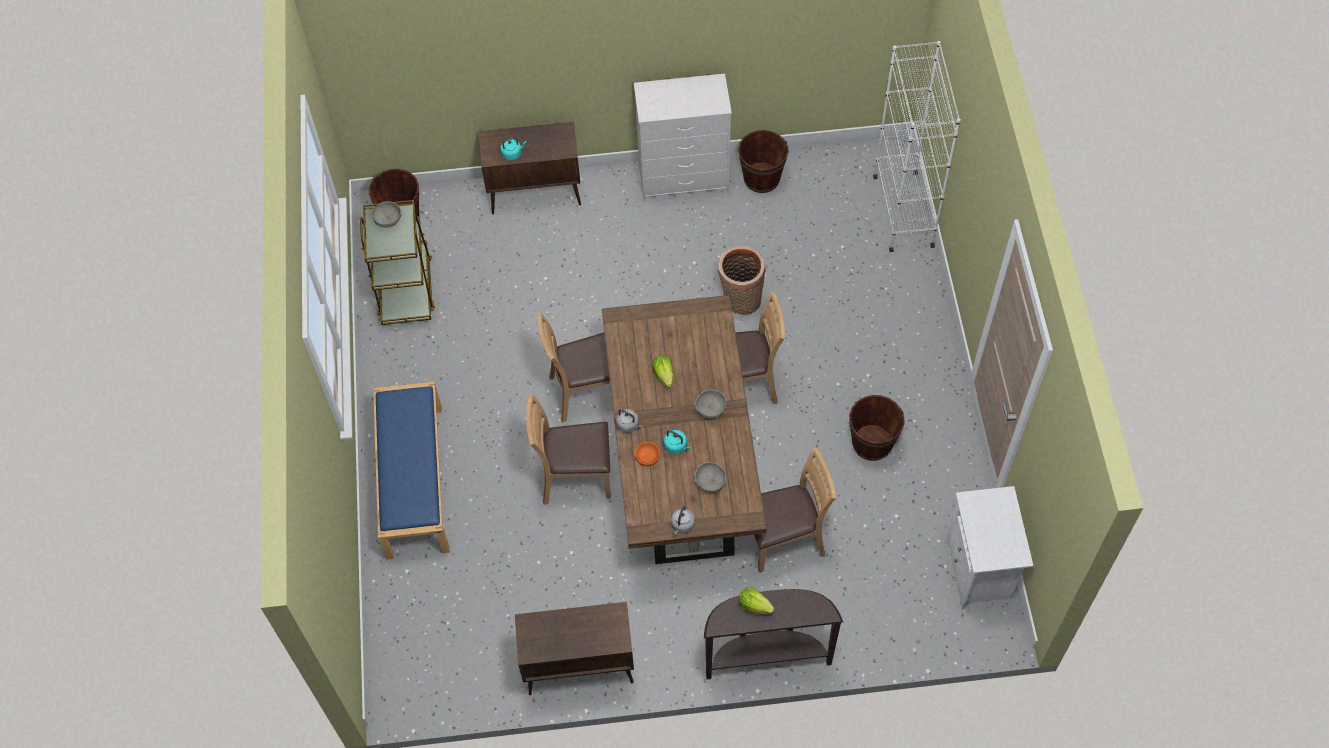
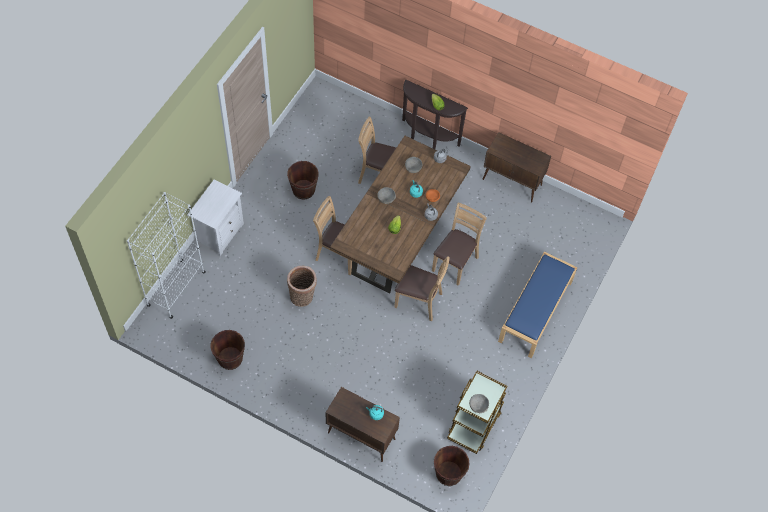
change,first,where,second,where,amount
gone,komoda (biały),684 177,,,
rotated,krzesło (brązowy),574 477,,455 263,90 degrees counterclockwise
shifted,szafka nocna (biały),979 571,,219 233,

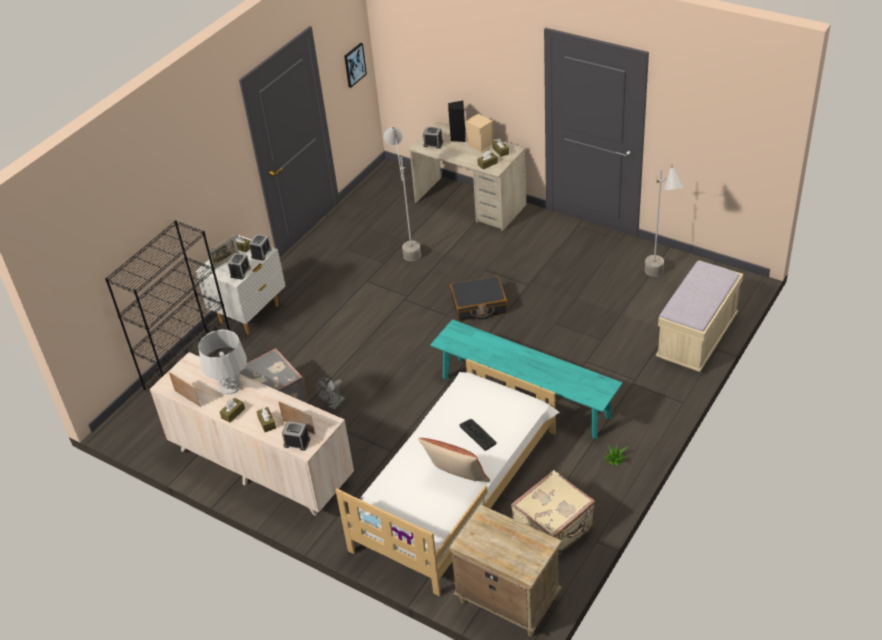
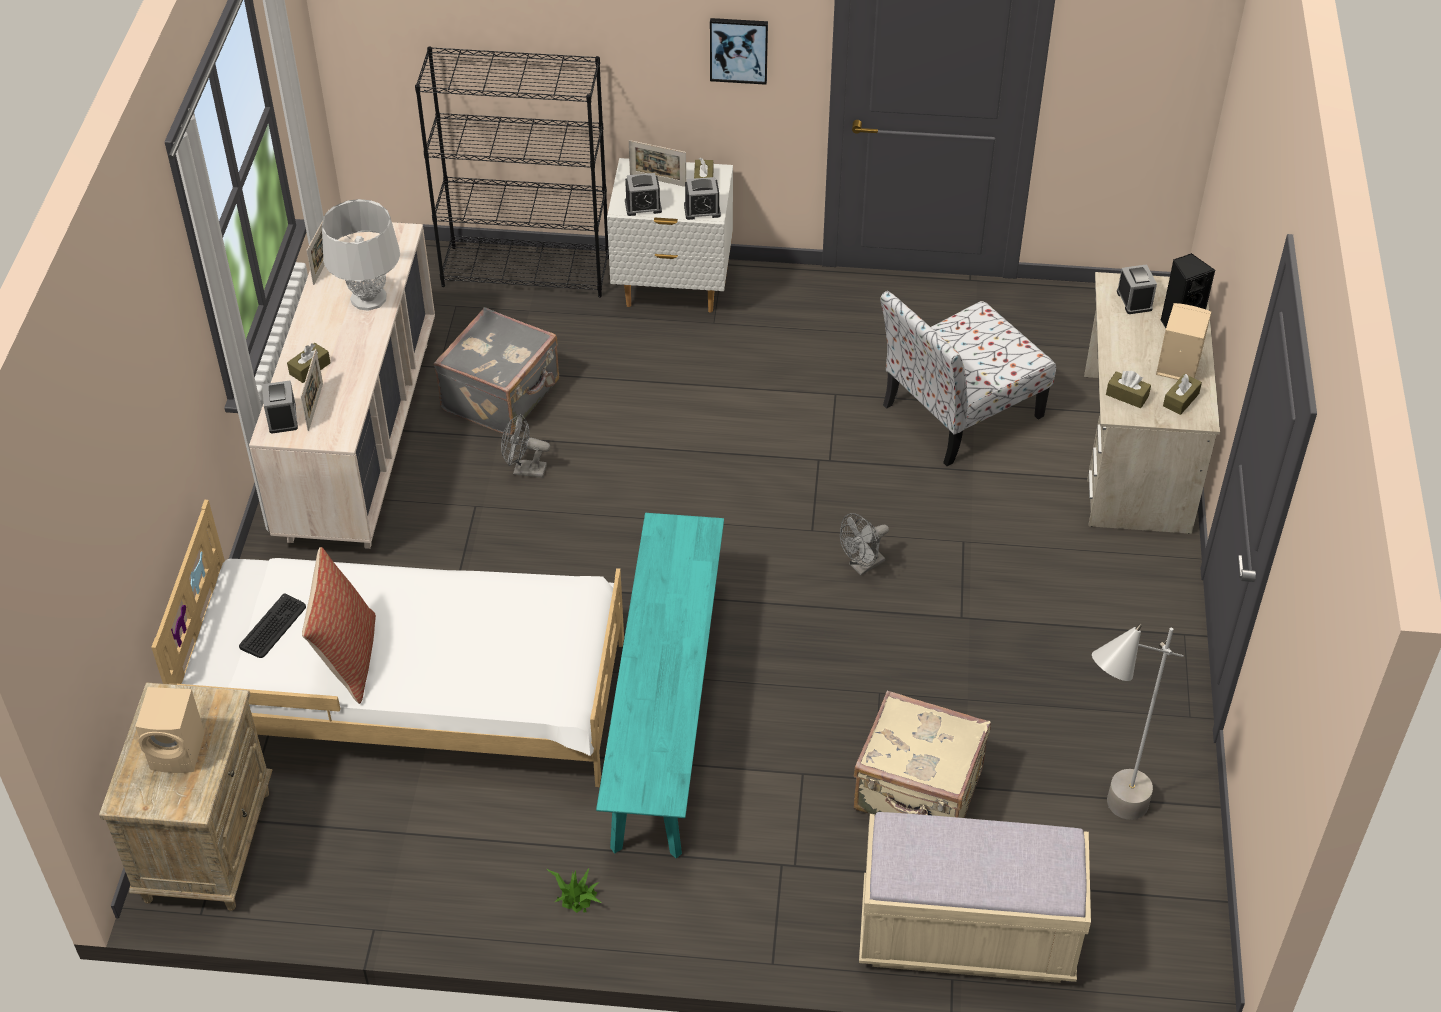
change,first,where,second,where,amount
shifted,obraz,354 65,,738 50,
swapped,lampa stojąca (szary),408 246,krzesło,959 412,
swapped,walizka (czarny),479 305,wentylator (szary),862 566,
gone,pudełko chusteczek (brązowy),233 413,,,
shifted,klawiatura,478 434,,273 627,
shifted,walizka (beżowy),554 530,,918 792,
new,,,głośnik (beżowy),179 752,

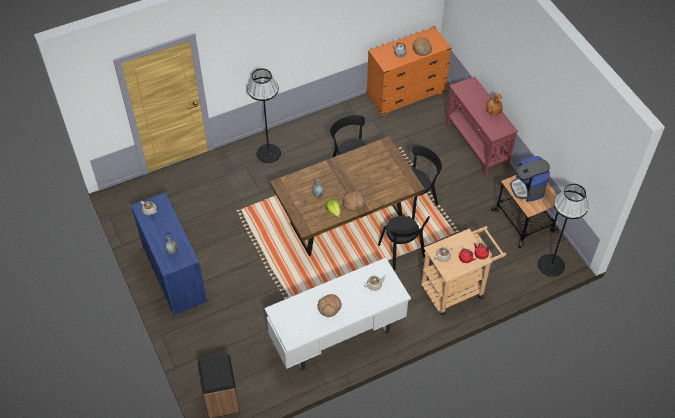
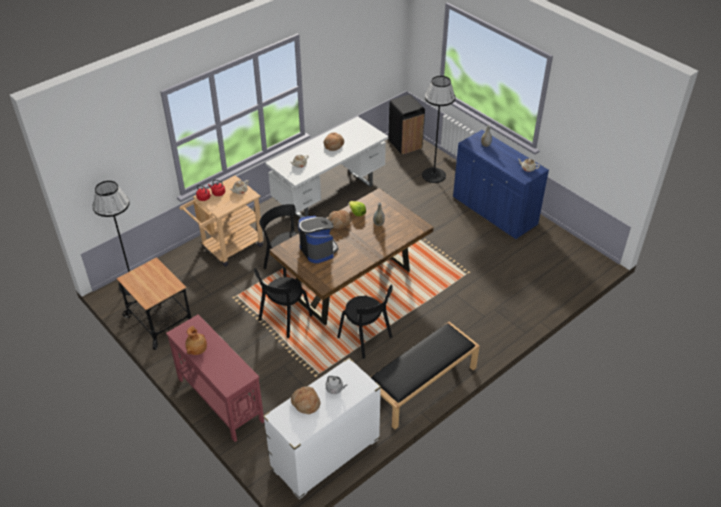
change,first,where,second,where,amount
repainted,komoda (pomarańczowy),406 94,komoda (biały),325 455,
shifted,lampa stojąca (czarny),268 153,,433 175,
shifted,ekspres do kawy,527 188,,318 250,
new,,,ławka (czarny),421 385,

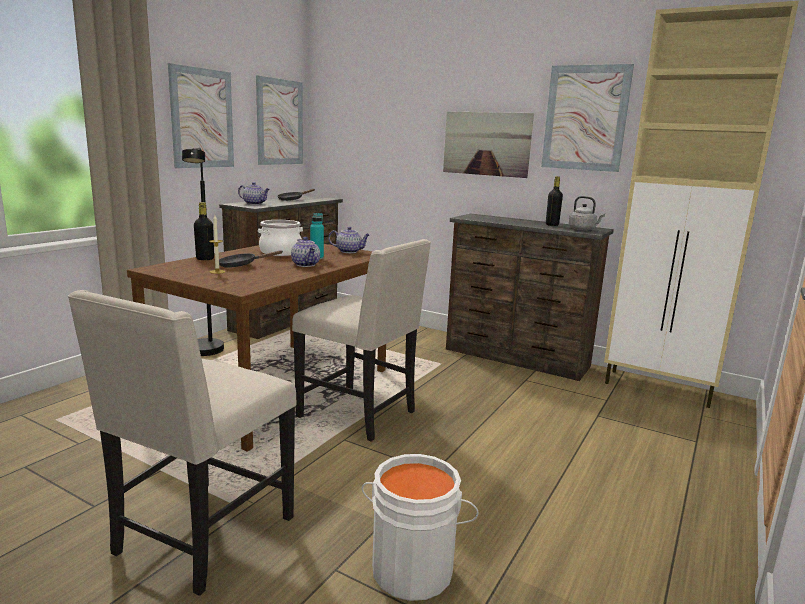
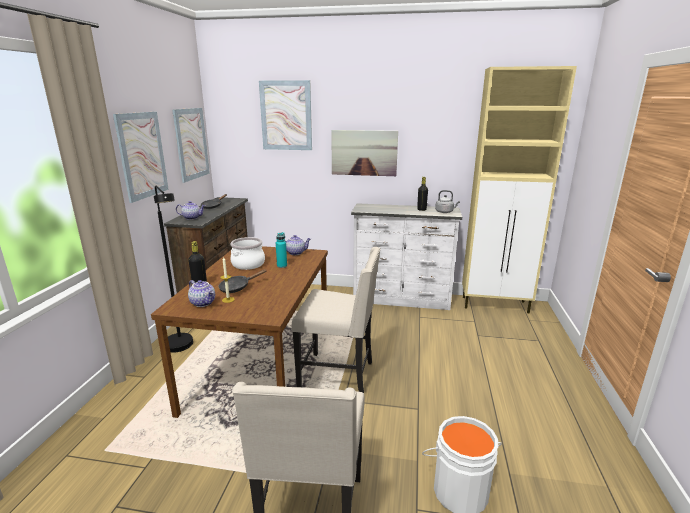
change,first,where,second,where,amount
shifted,obraz,585 118,,286 116,
repainted,komoda (brązowy),516 358,komoda (biały),402 300,
shifted,imbryk,306 265,,203 303,

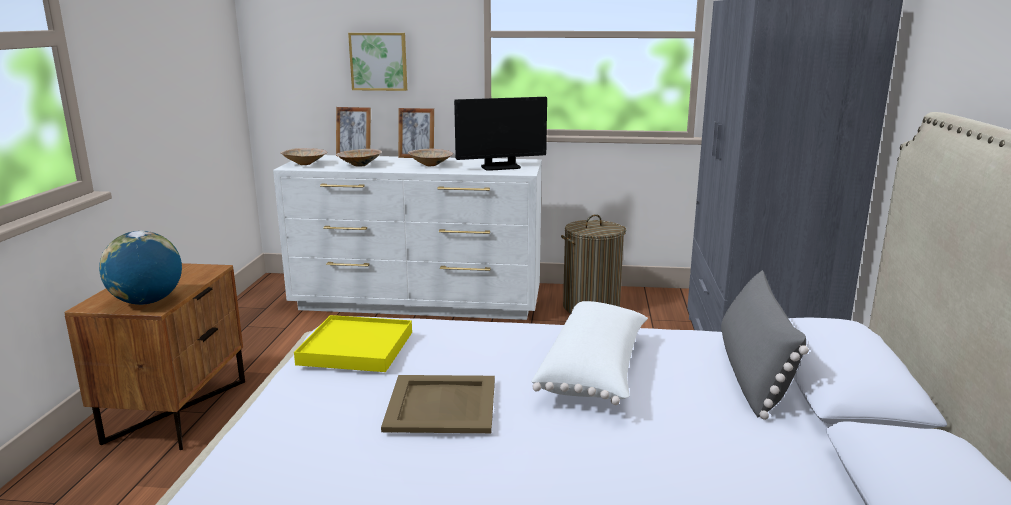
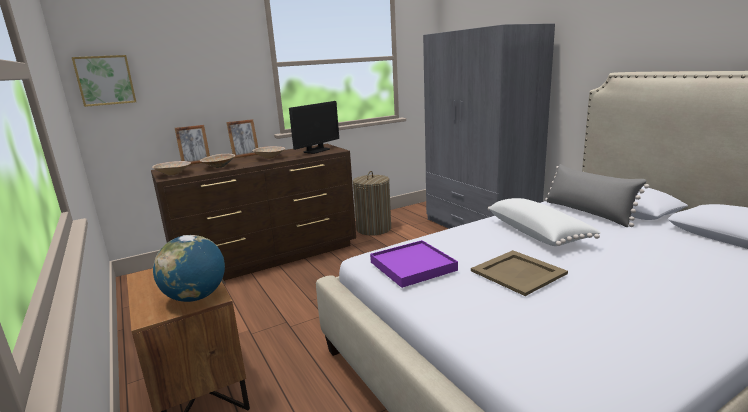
change,first,where,second,where,amount
shifted,obraz,379 61,,105 80,
repainted,komoda (biały),418 302,komoda (brązowy),269 258,
repainted,taca (żółty),356 348,taca (fioletowy),413 266,

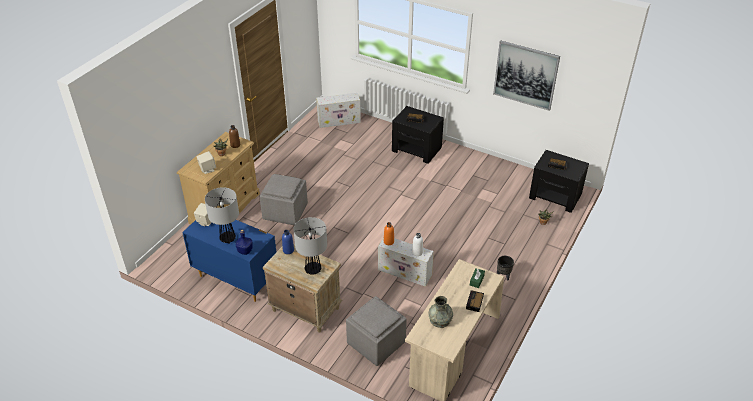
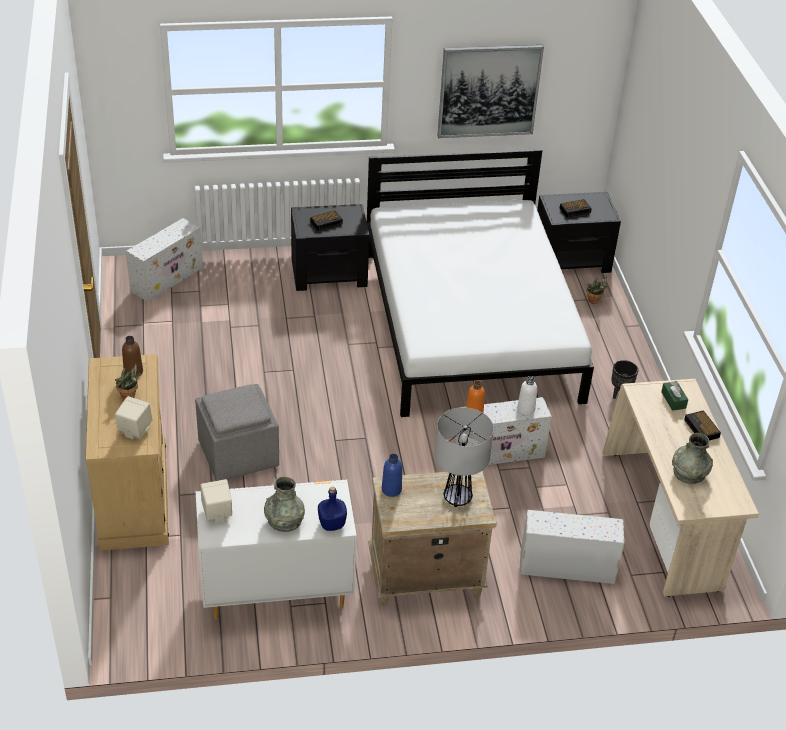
change,first,where,second,where,amount
swapped,lampa stołowa,228 239,wazon (szary),284 520,
repainted,komoda (niebieski),236 278,komoda (biały),275 591,
swapped,pufa (szary),375 343,pojemnik do przechowywania (biały),565 567,
new,,,łóżko (biały),470 325,

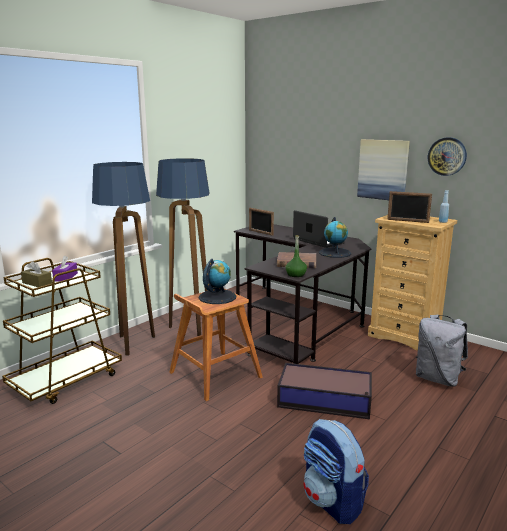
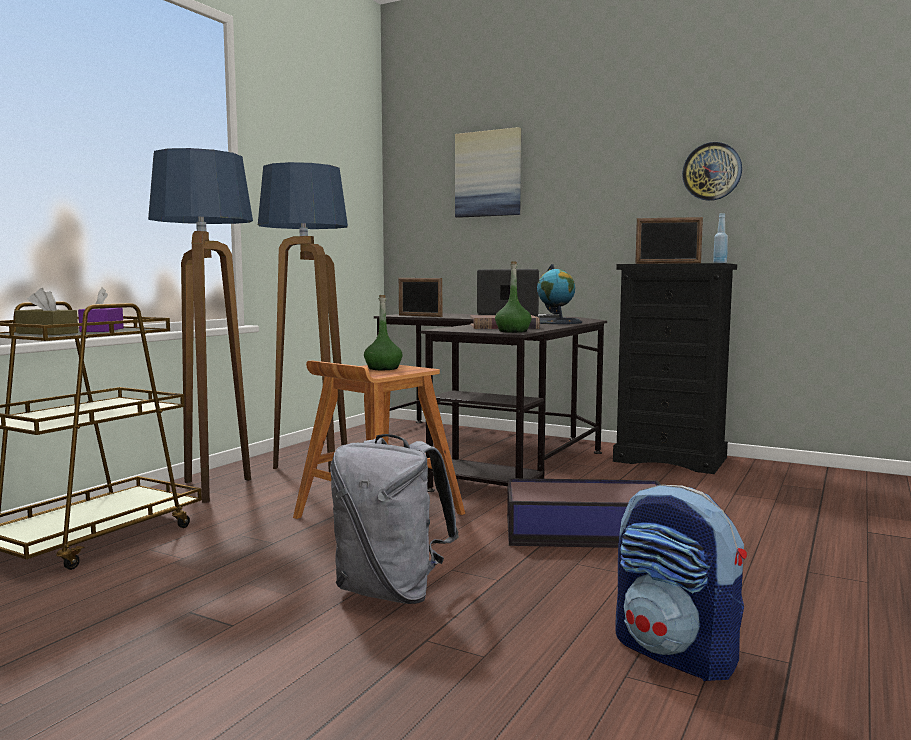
change,first,where,second,where,amount
shifted,obraz,383 169,,488 174,
repainted,komoda (beżowy),405 336,komoda (czarny),671 459,
swapped,globus,217 297,butelka (zielony),383 368,
shifted,plecak (szary),438 379,,391 592,

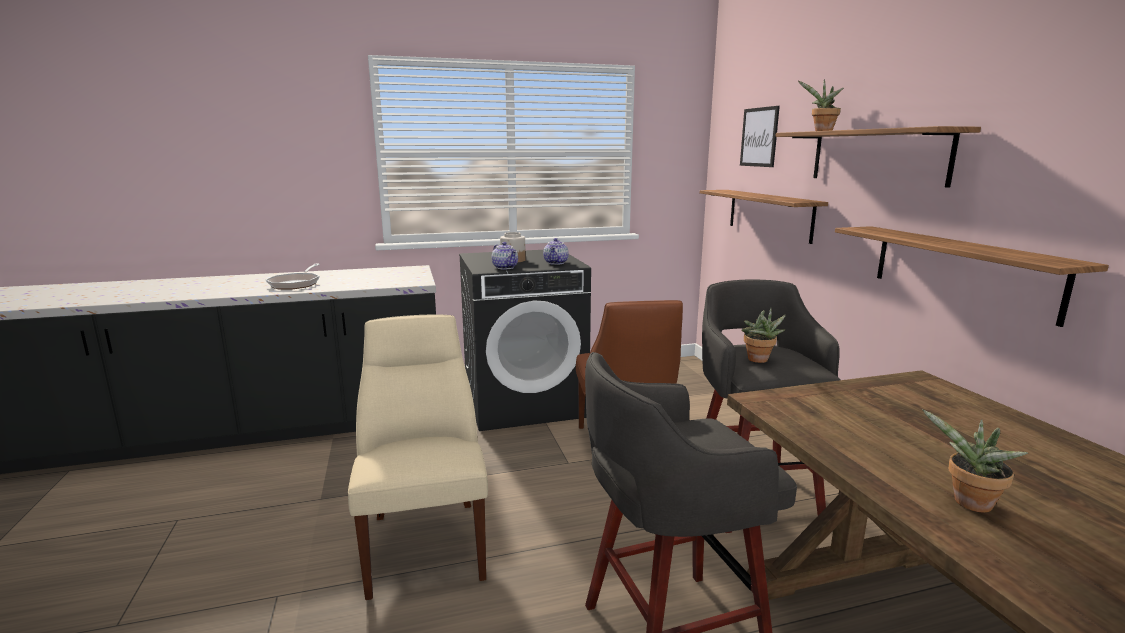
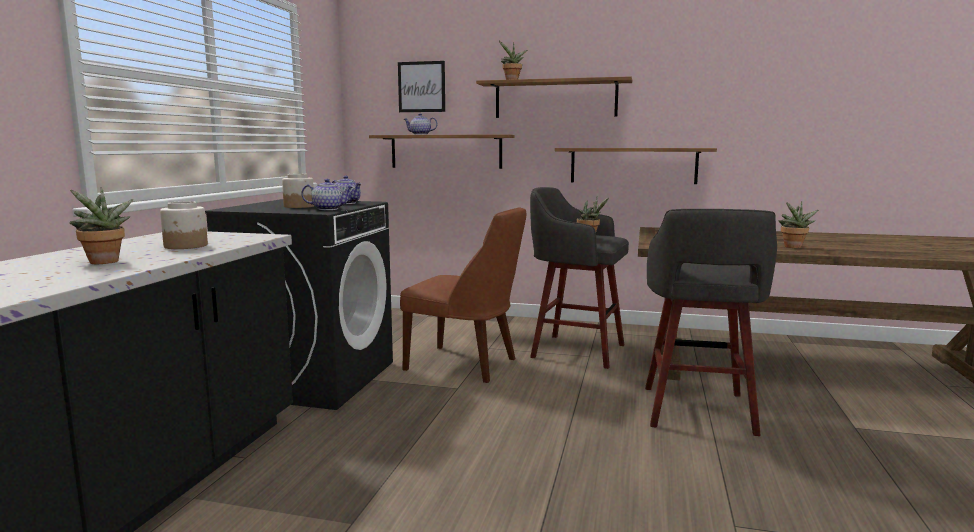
change,first,where,second,where,amount
swapped,patelnia,296 284,roślina doniczkowa,104 262,
gone,krzesło (beżowy),426 541,,,
new,,,imbryk,420 134,
new,,,słoik,186 246,

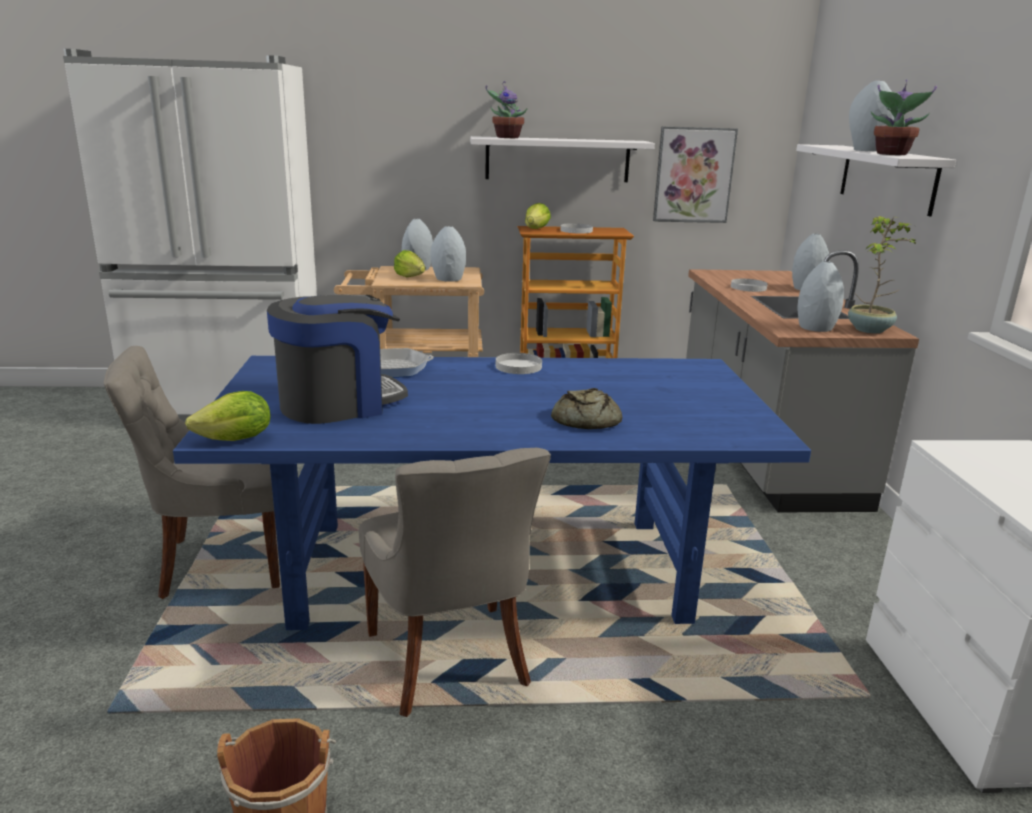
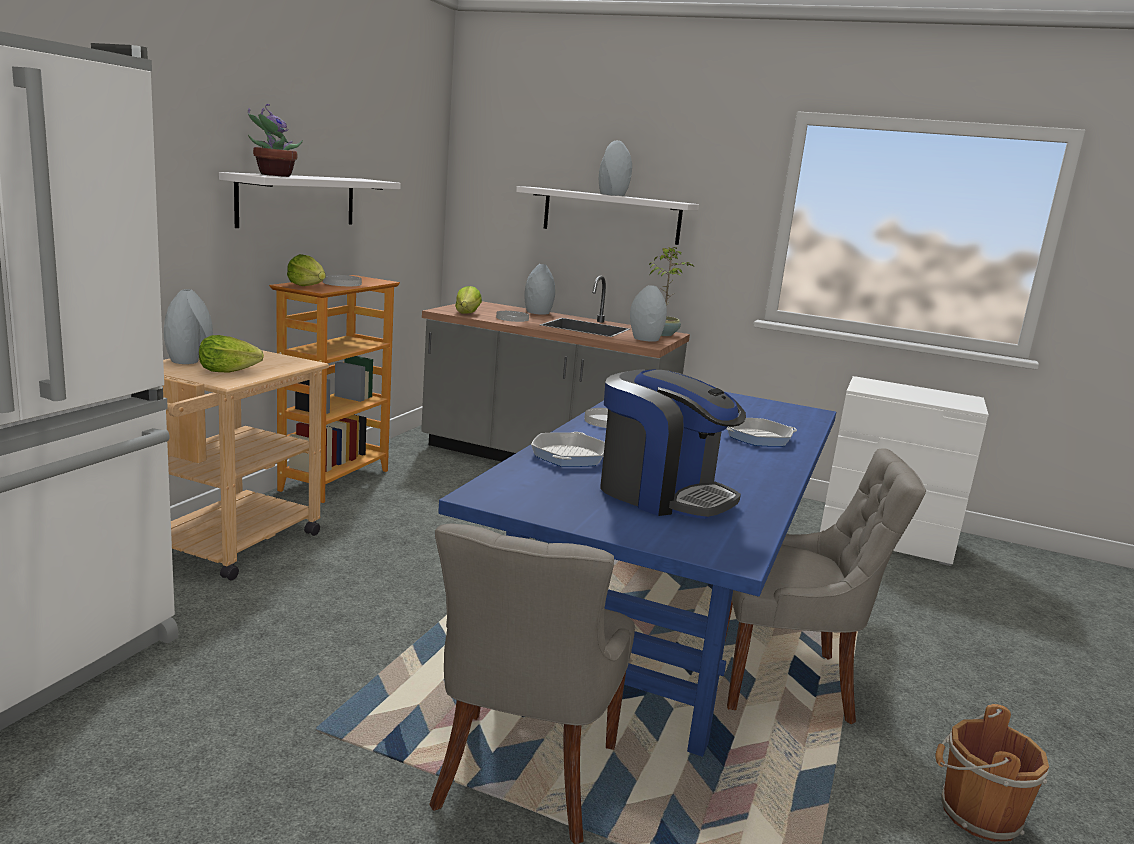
change,first,where,second,where,amount
gone,roślina doniczkowa,891 154,,,
gone,obraz,693 175,,,
gone,wazon (szary),449 279,,,
rotated,ekspres do kawy,339 403,,662 494,135 degrees clockwise
swapped,chleb,584 420,patelnia,758 437,
shifted,sałata,236 440,,467 313,

